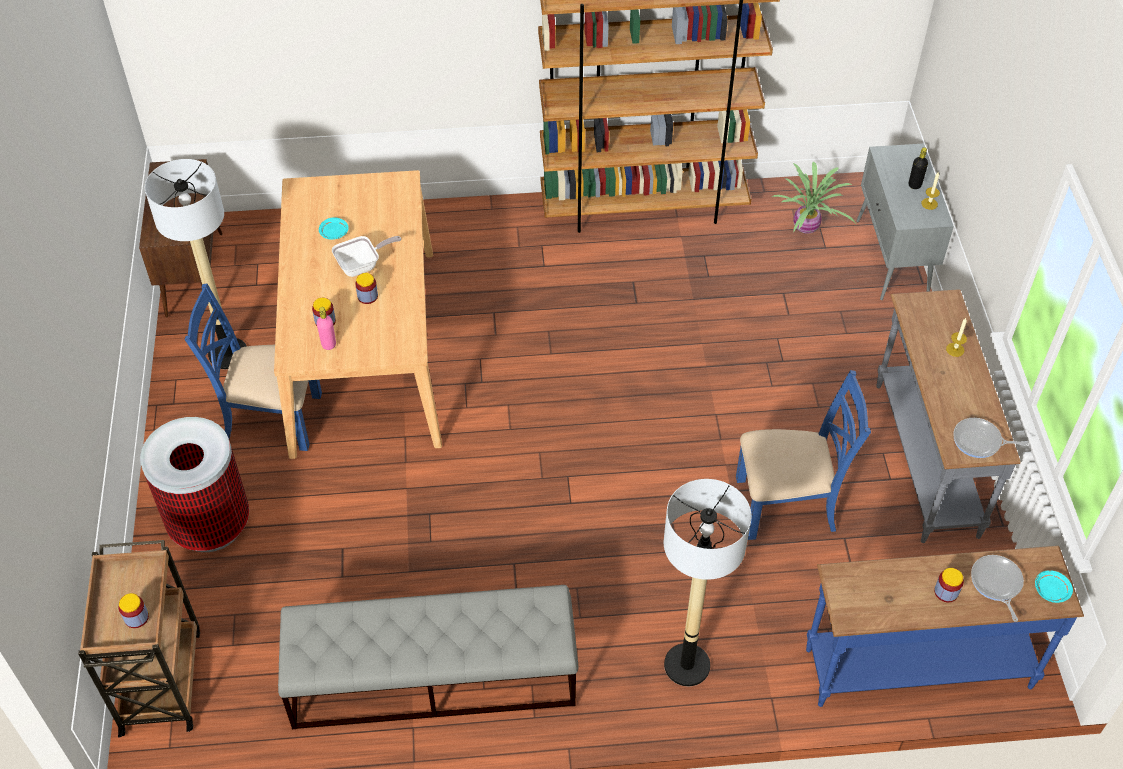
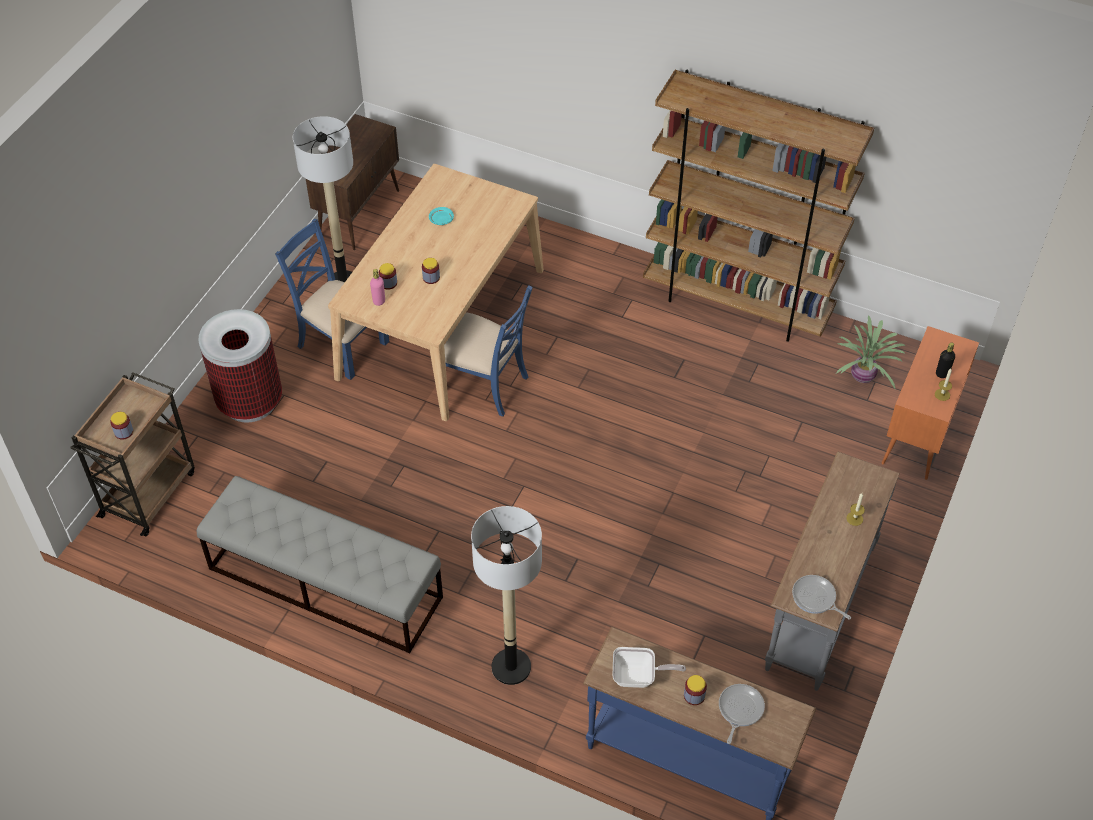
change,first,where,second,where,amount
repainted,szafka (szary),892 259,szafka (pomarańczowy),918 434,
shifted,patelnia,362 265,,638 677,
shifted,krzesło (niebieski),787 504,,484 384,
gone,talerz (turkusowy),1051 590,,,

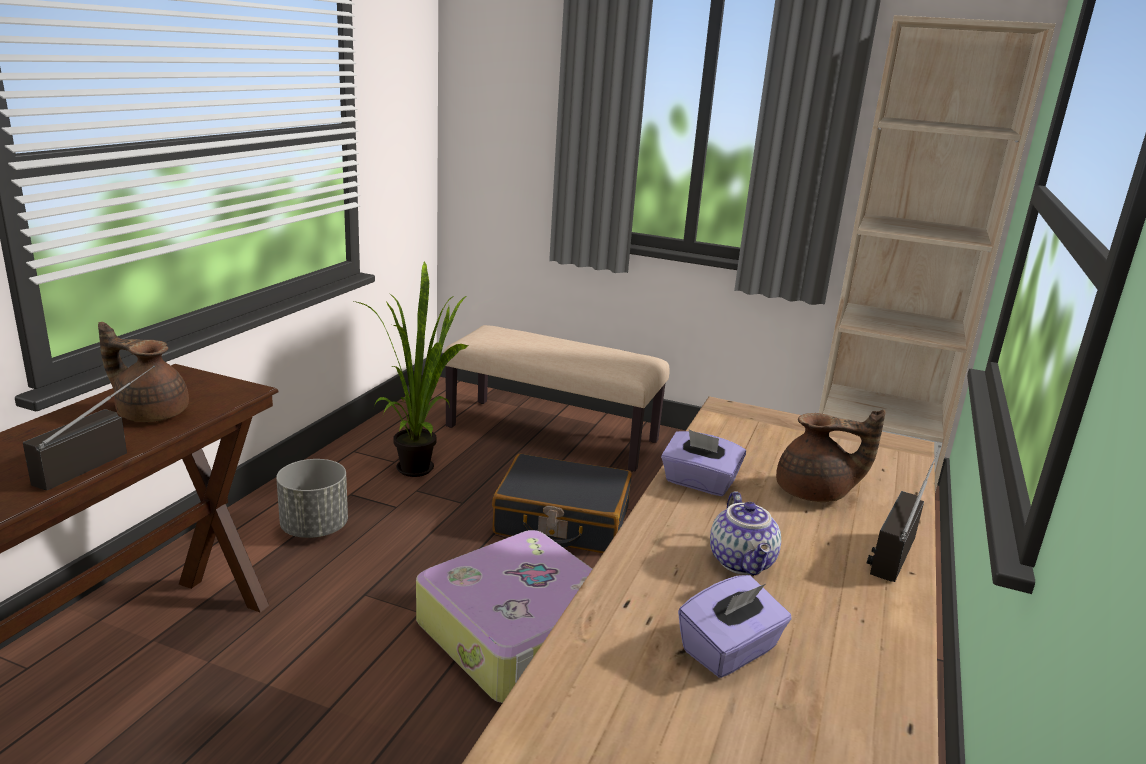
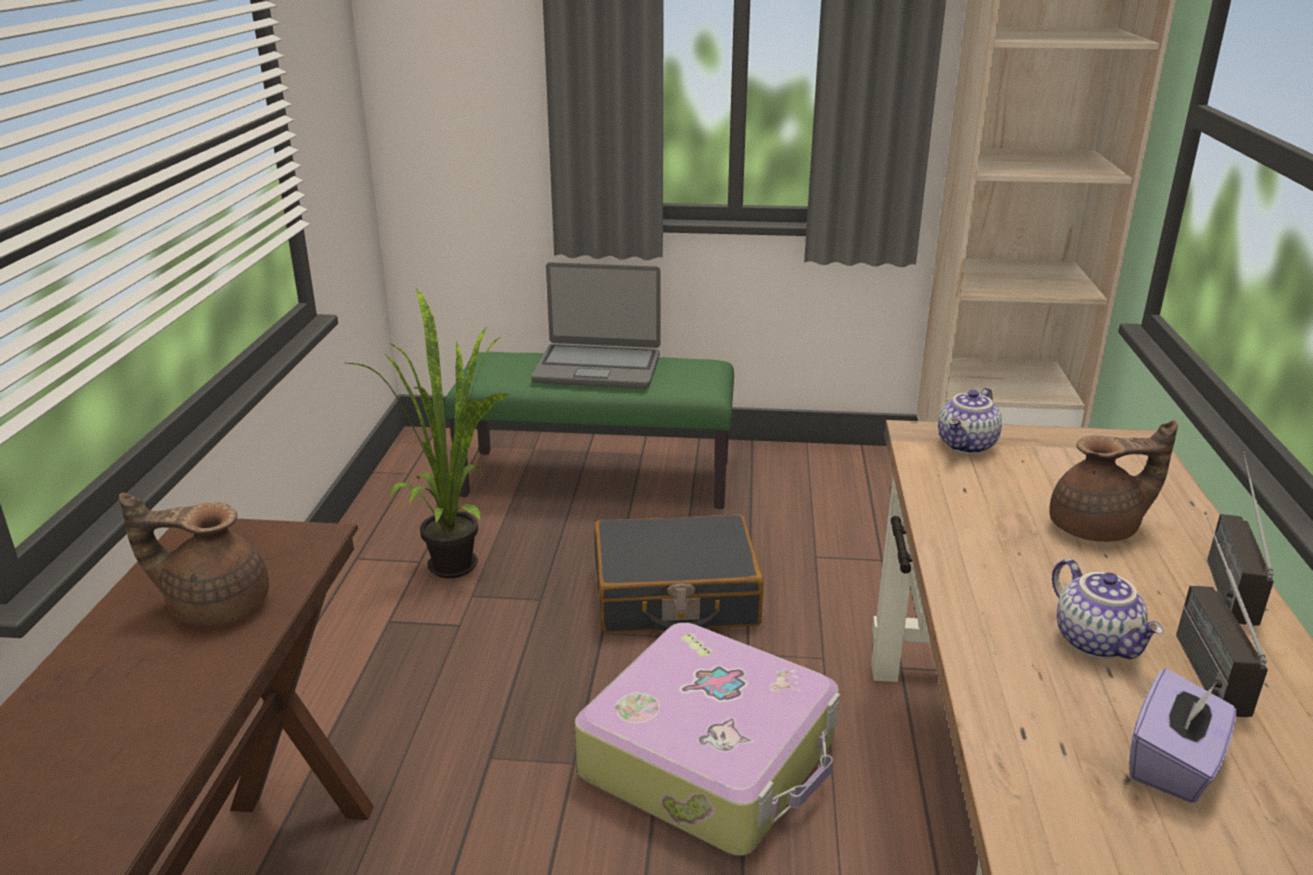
change,first,where,second,where,amount
repainted,ławka (beżowy),553 434,ławka (zielony),598 478,
shifted,radio,100 458,,1196 653,
gone,pudełko chusteczek (fioletowy),699 483,,,
gone,donica (szary),315 528,,,
new,,,laptop,598 367,
new,,,imbryk,967 446,

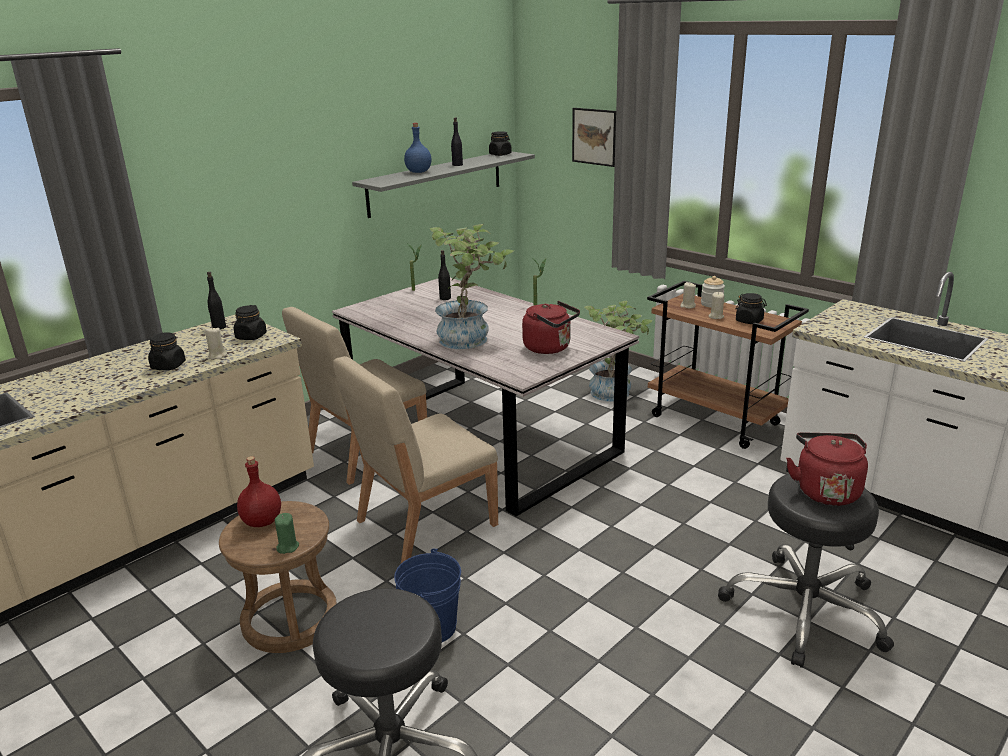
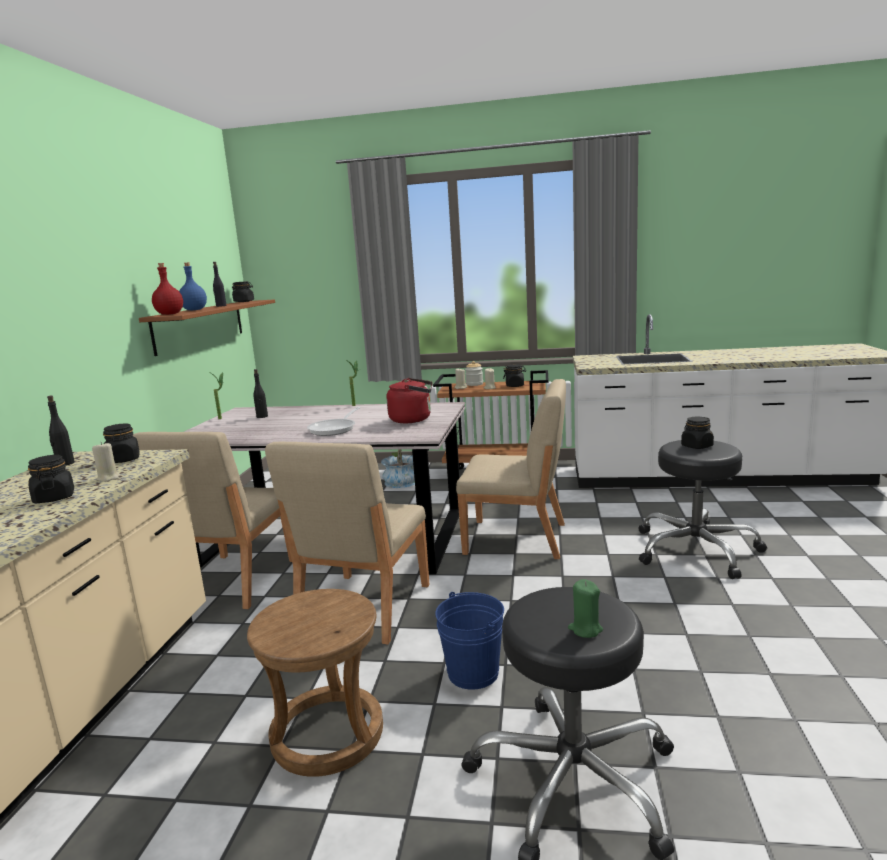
change,first,where,second,where,amount
gone,obraz,594 136,,,
repainted,półka (szary),436 183,półka (brązowy),200 326,
swapped,roślina doniczkowa,471 338,patelnia,335 429,
swapped,czajnik (czerwony),825 490,słoik (czarny),696 446,
shifted,butelka (czerwony),262 521,,169 314,
shifted,świeca (zielony),287 547,,585 629,
new,,,krzesło (beżowy),517 539,

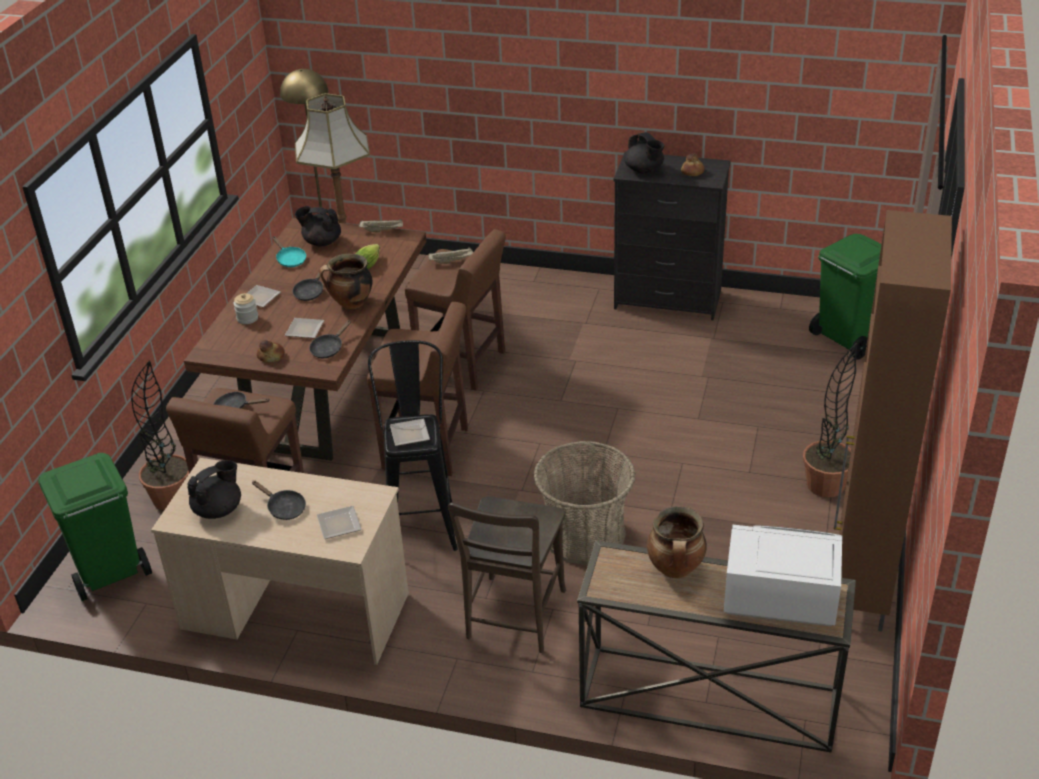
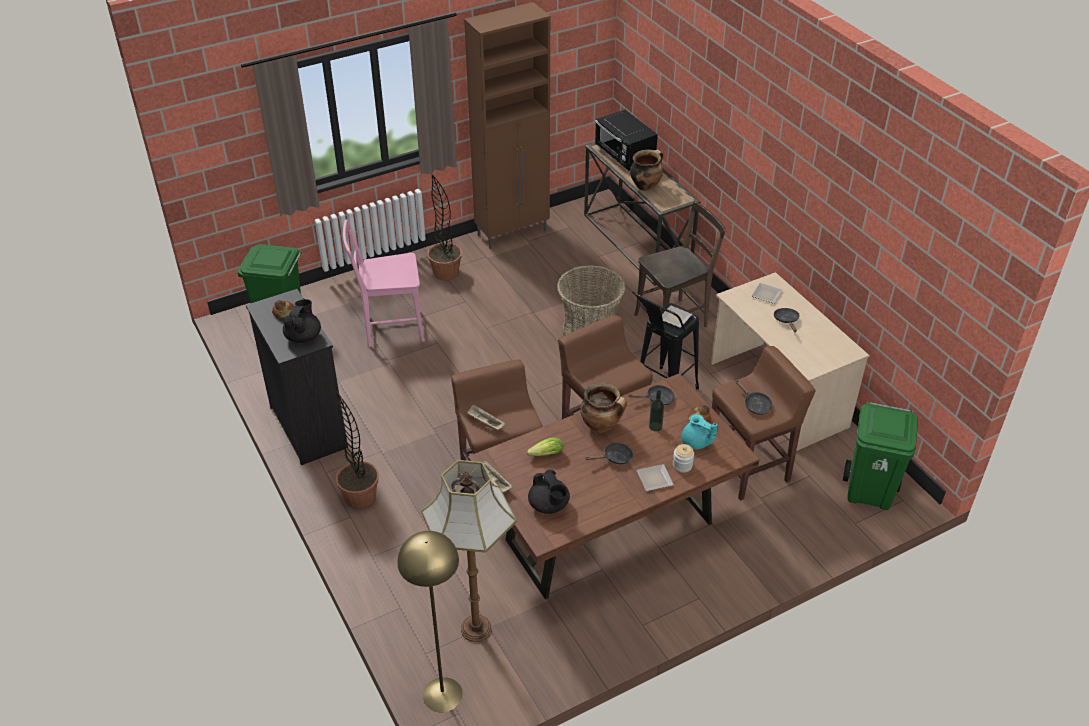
change,first,where,second,where,amount
gone,patelnia (turkusowy),290 259,,,
swapped,talerz,304 329,butelka,655 426,
shifted,roślina doniczkowa,172 498,,360 497,
gone,imbryk (czarny),219 509,,,
repainted,mikrofalówka (biały),778 600,mikrofalówka (czarny),624 156,
new,,,krzesło (różowy),390 328,
new,,,imbryk (turkusowy),696 443,

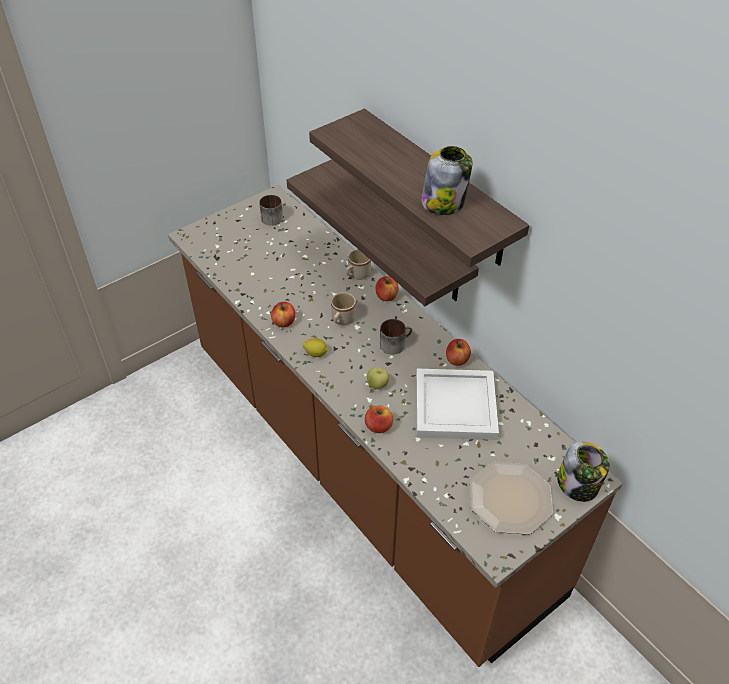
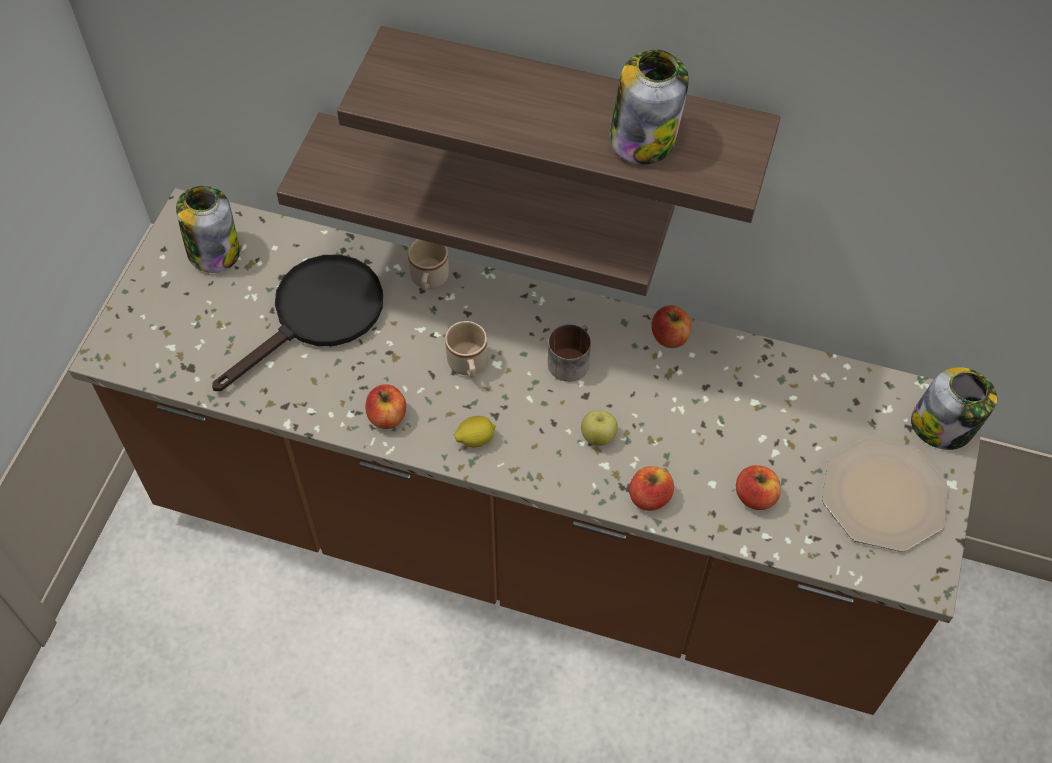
change,first,where,second,where,amount
swapped,kubek,270 217,słoik,213 251,
shifted,jabłko,386 296,,755 496,
gone,taca (biały),456 405,,,
new,,,patelnia (czarny),317 316,

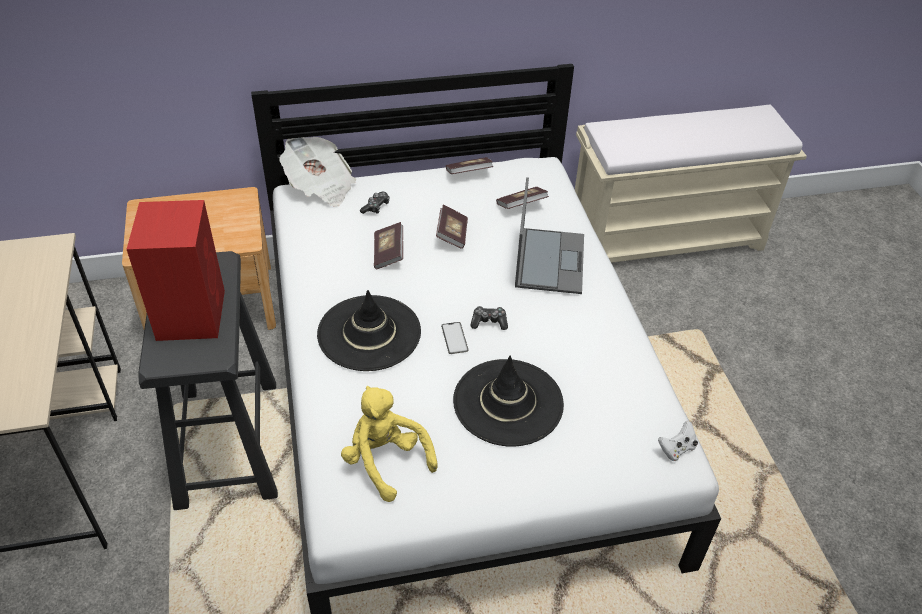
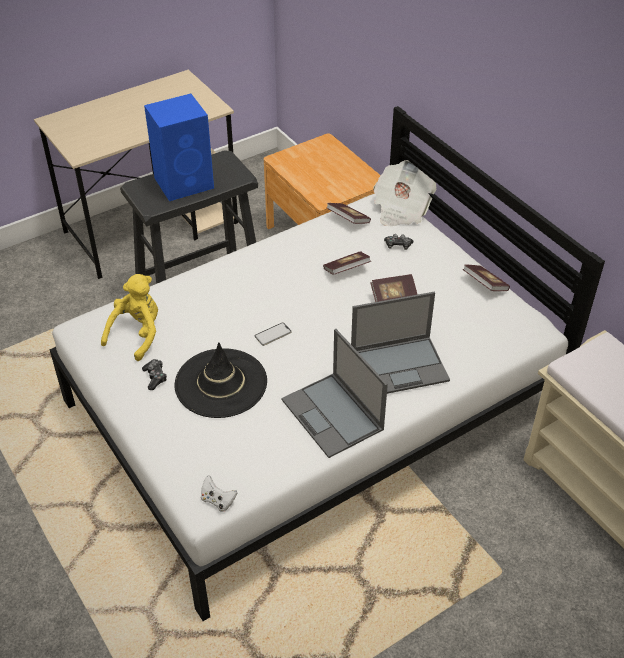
change,first,where,second,where,amount
shifted,książka,521 206,,348 220,
repainted,głośnik (czerwony),191 313,głośnik (niebieski),185 182,
gone,kapelusz (czarny),369 333,,,
shifted,pad do gier,489 322,,155 377,
new,,,laptop,333 415,

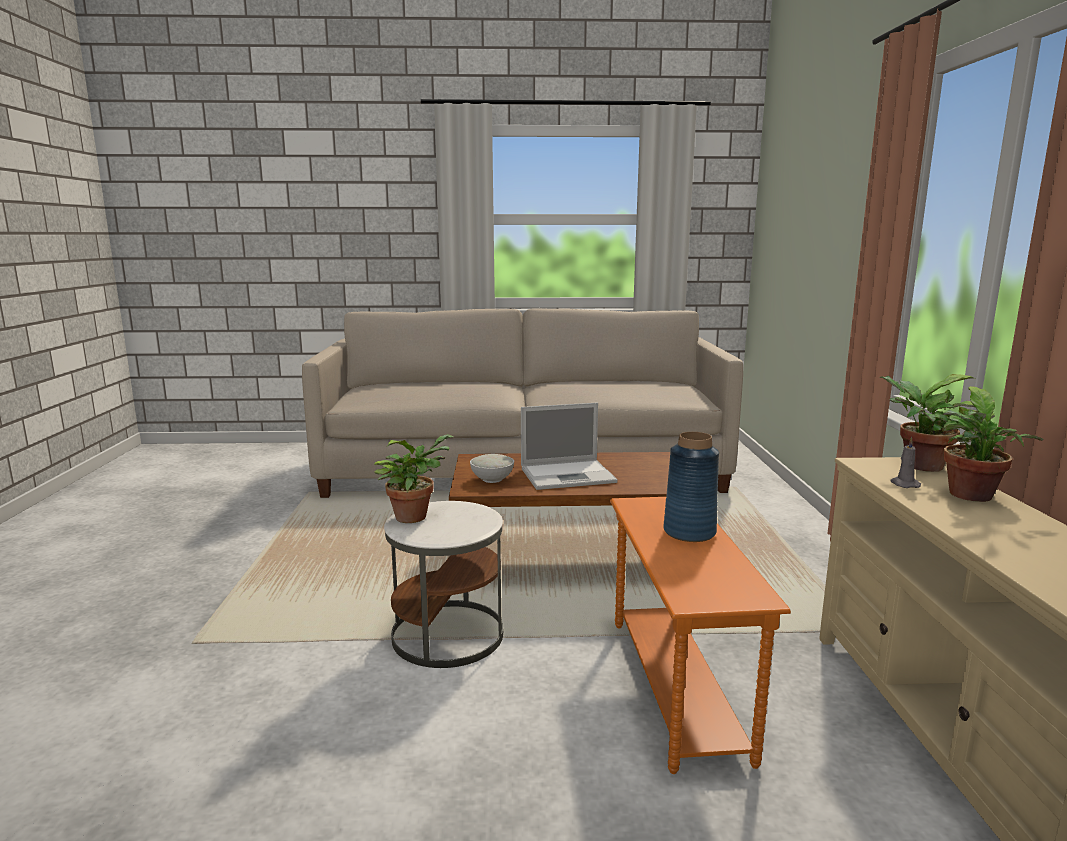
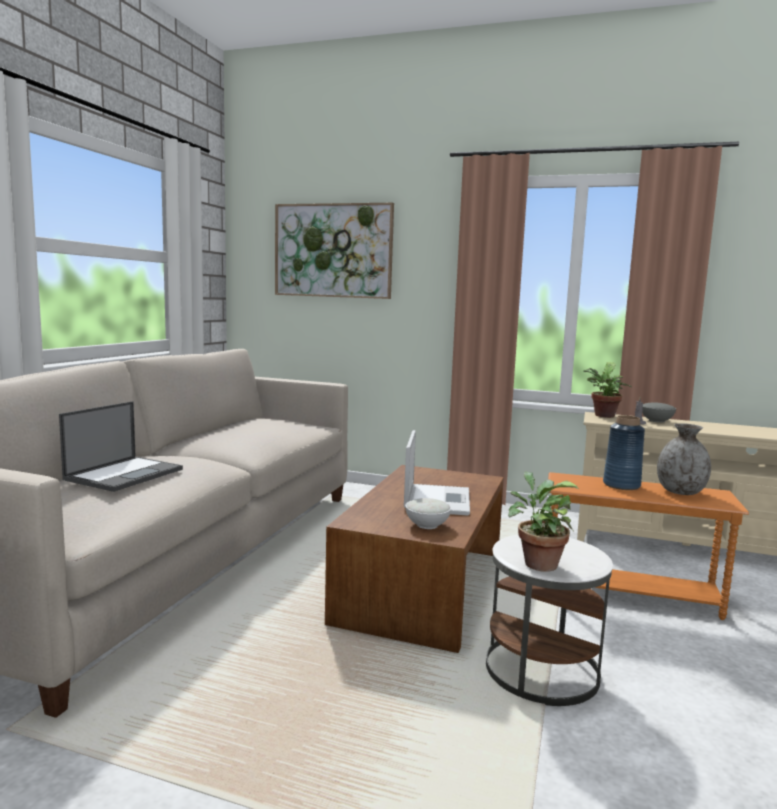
change,first,where,second,where,amount
swapped,roślina doniczkowa,971 497,miska (szary),656 421,
new,,,obraz,333 251,
new,,,laptop,125 474,
new,,,wazon (szary),680 492,

